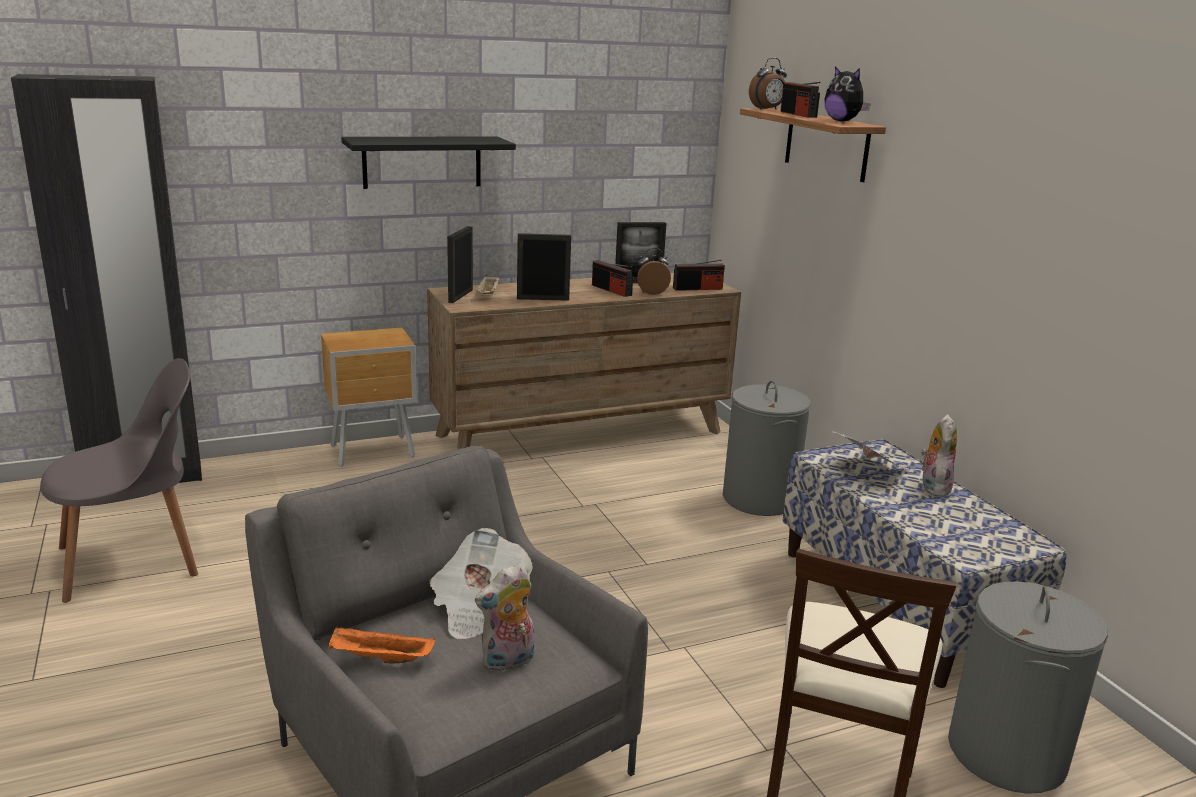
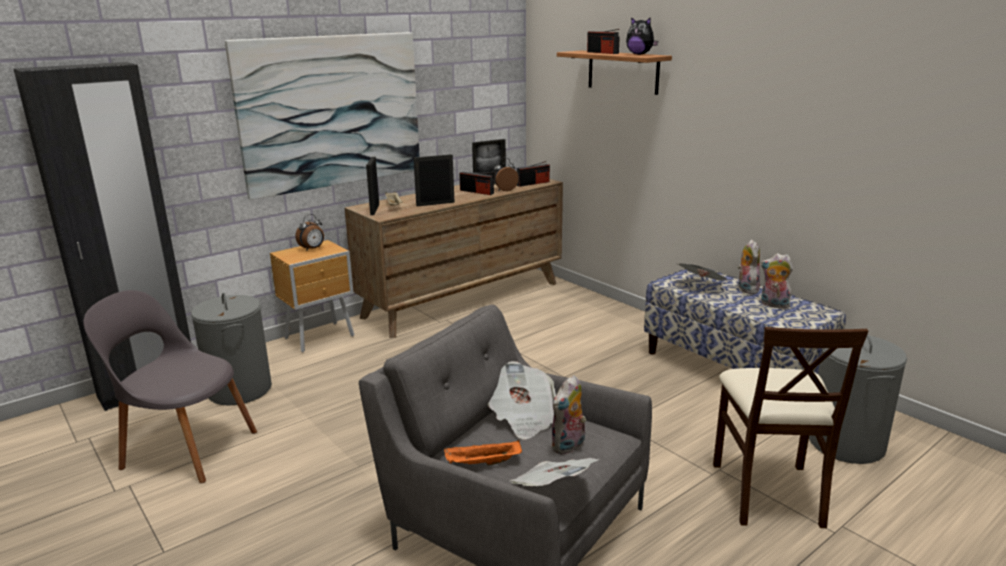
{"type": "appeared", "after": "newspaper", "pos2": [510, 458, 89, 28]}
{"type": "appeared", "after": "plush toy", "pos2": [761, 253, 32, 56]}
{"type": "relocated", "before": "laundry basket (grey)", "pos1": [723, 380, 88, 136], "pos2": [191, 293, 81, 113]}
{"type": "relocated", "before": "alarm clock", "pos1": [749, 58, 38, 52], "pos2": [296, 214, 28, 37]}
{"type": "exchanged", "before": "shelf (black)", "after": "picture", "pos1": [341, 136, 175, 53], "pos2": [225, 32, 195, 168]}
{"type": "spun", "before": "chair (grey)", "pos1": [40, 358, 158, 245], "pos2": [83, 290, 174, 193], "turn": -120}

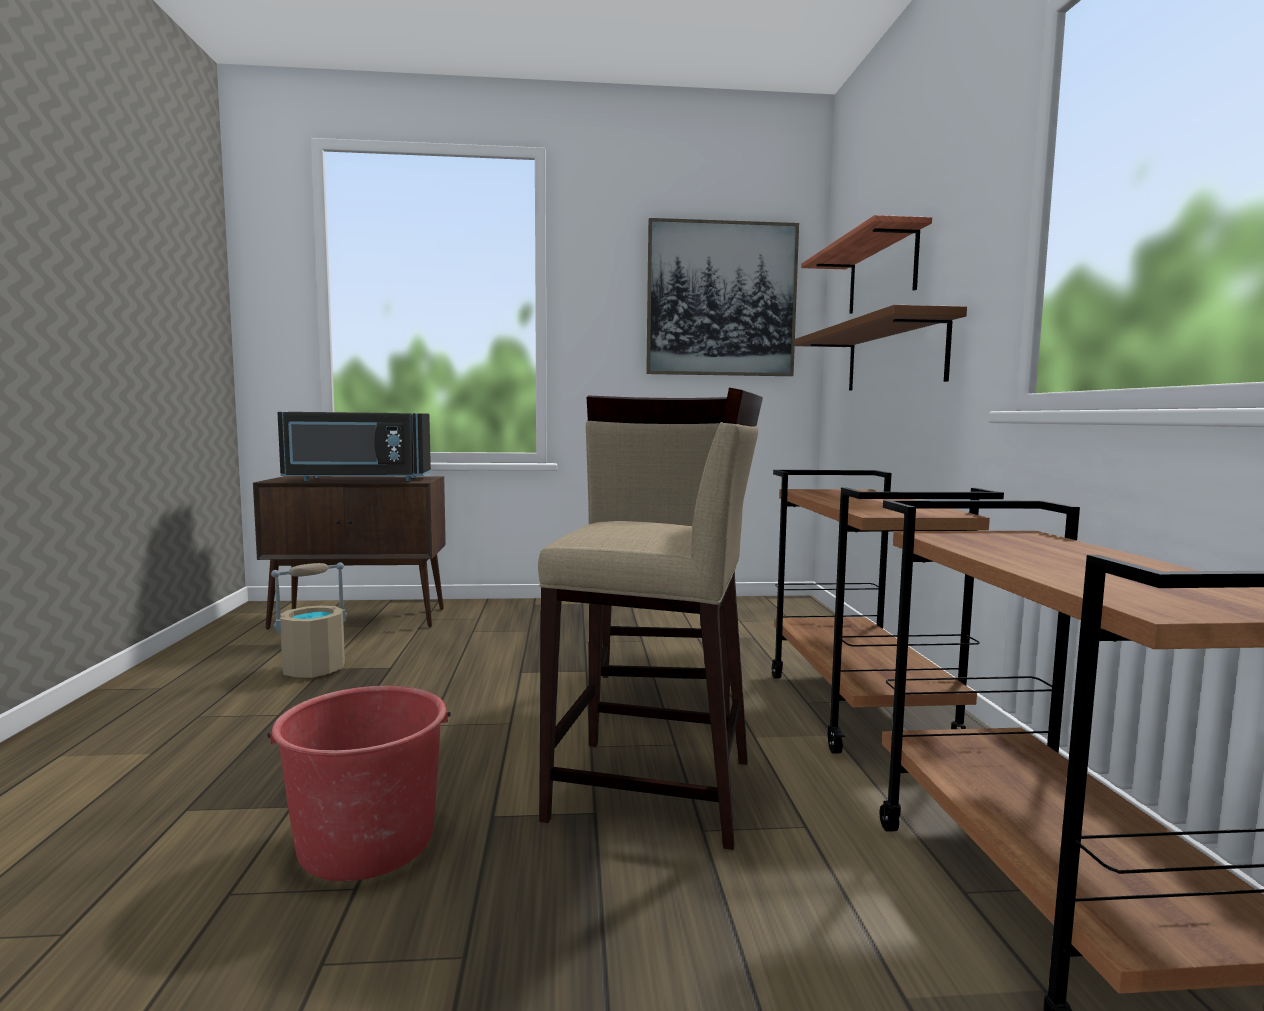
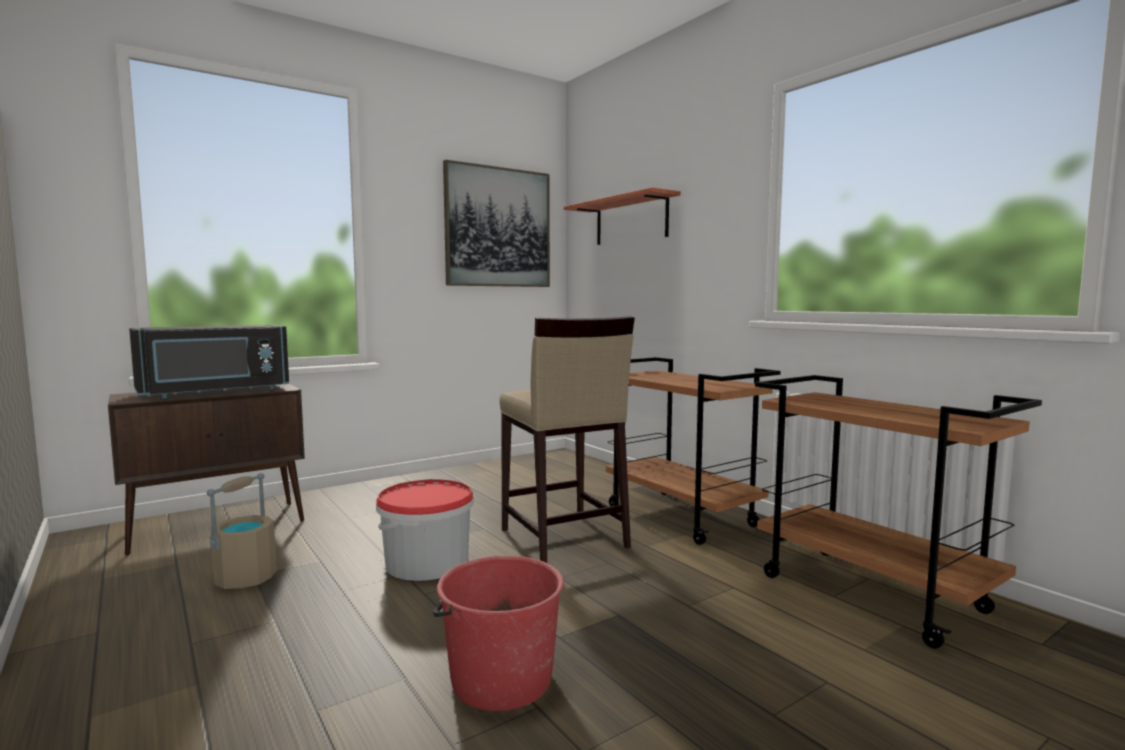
{"type": "missing", "before": "stool (beige)", "pos1": [538, 387, 225, 463]}
{"type": "missing", "before": "shelf (brown)", "pos1": [794, 305, 173, 86]}
{"type": "appeared", "after": "bucket", "pos2": [376, 479, 98, 102]}

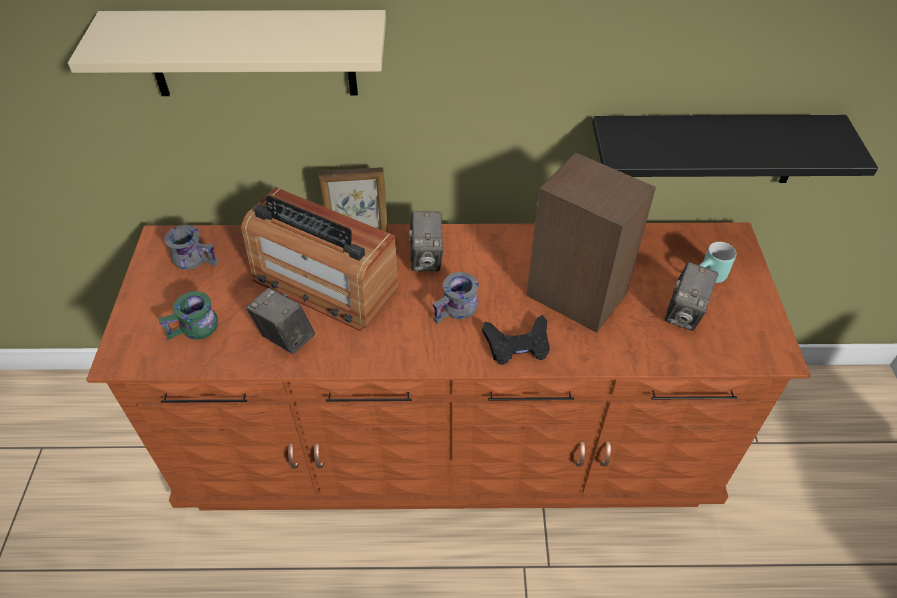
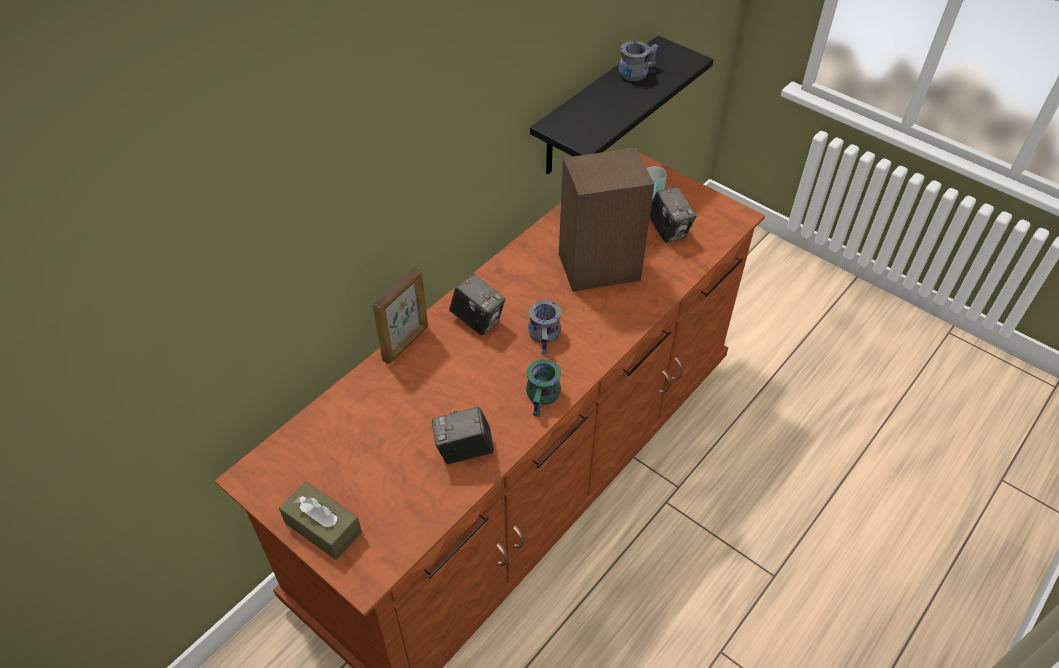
{"type": "missing", "before": "shelf (beige)", "pos1": [68, 10, 318, 86]}
{"type": "missing", "before": "radio", "pos1": [241, 187, 158, 144]}
{"type": "missing", "before": "game controller (black)", "pos1": [482, 315, 68, 50]}
{"type": "appeared", "after": "tissue box (brown)", "pos2": [279, 481, 83, 79]}
{"type": "relocated", "before": "mug (green)", "pos1": [158, 291, 60, 49], "pos2": [526, 359, 35, 58]}
{"type": "relocated", "before": "mug (grey)", "pos1": [164, 225, 55, 45], "pos2": [618, 41, 41, 40]}

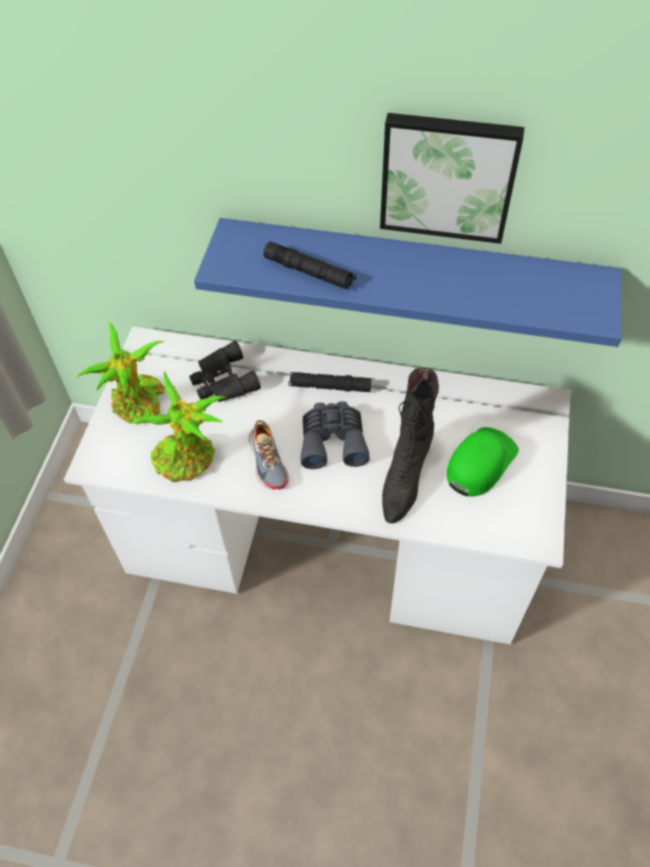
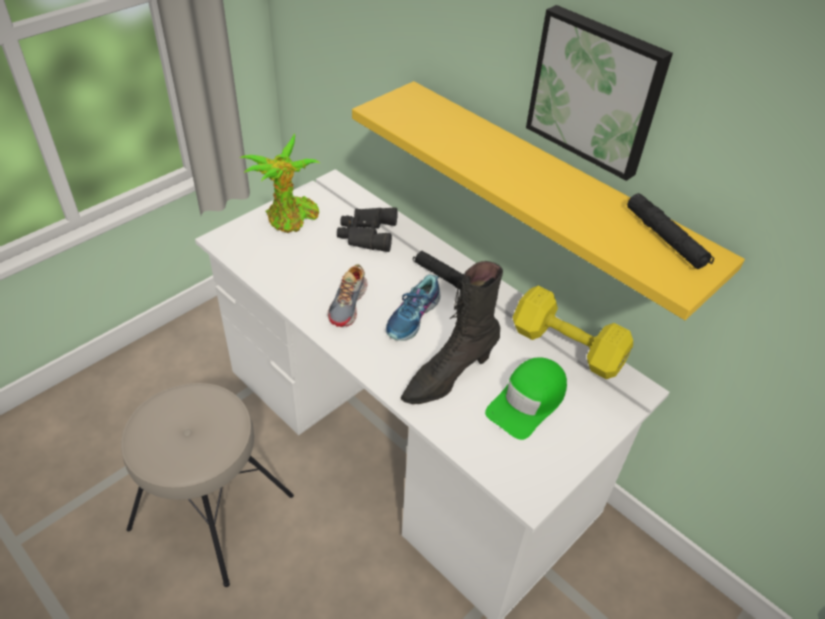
{"type": "missing", "before": "potted plant", "pos1": [131, 371, 96, 111]}
{"type": "appeared", "after": "stool (beige)", "pos2": [121, 383, 173, 204]}
{"type": "appeared", "after": "dumbbell (yellow)", "pos2": [512, 286, 121, 93]}
{"type": "relocated", "before": "flashlight (black)", "pos1": [263, 242, 93, 48], "pos2": [627, 193, 87, 76]}
{"type": "exchanged", "before": "binoculars (grey)", "after": "shoe", "pos1": [301, 401, 69, 68], "pos2": [386, 275, 54, 66]}
{"type": "colour", "before": "shelf (blue)", "after": "shelf (yellow)", "pos1": [194, 218, 428, 129], "pos2": [352, 81, 393, 239]}
{"type": "spun", "before": "cap (green)", "pos1": [446, 427, 73, 69], "pos2": [485, 357, 82, 83], "turn": 150}

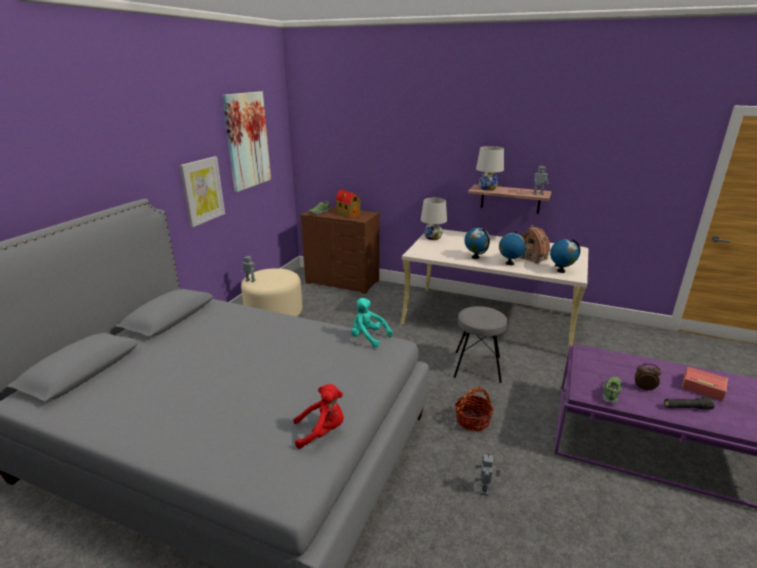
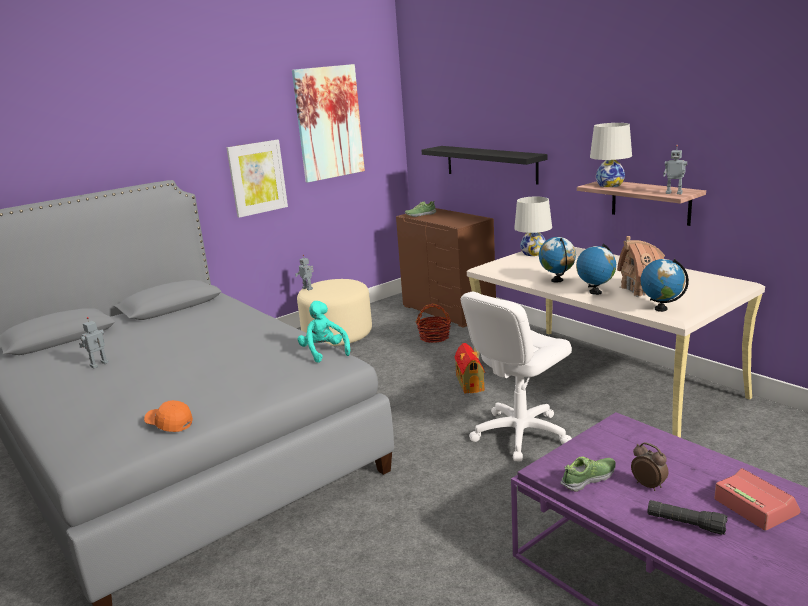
{"type": "appeared", "after": "shelf (black)", "pos2": [421, 146, 126, 39]}
{"type": "relocated", "before": "toy house", "pos1": [336, 189, 25, 29], "pos2": [454, 343, 31, 51]}
{"type": "relocated", "before": "basket", "pos1": [455, 387, 39, 44], "pos2": [416, 304, 35, 39]}
{"type": "relocated", "before": "toy robot", "pos1": [474, 454, 26, 42], "pos2": [79, 317, 30, 51]}
{"type": "exchanged", "before": "plush toy (red)", "after": "cap (orange)", "pos1": [293, 384, 51, 65], "pos2": [144, 400, 49, 32]}
{"type": "exchanged", "before": "stool (grey)", "after": "office chair (white)", "pos1": [454, 306, 53, 77], "pos2": [460, 292, 112, 170]}

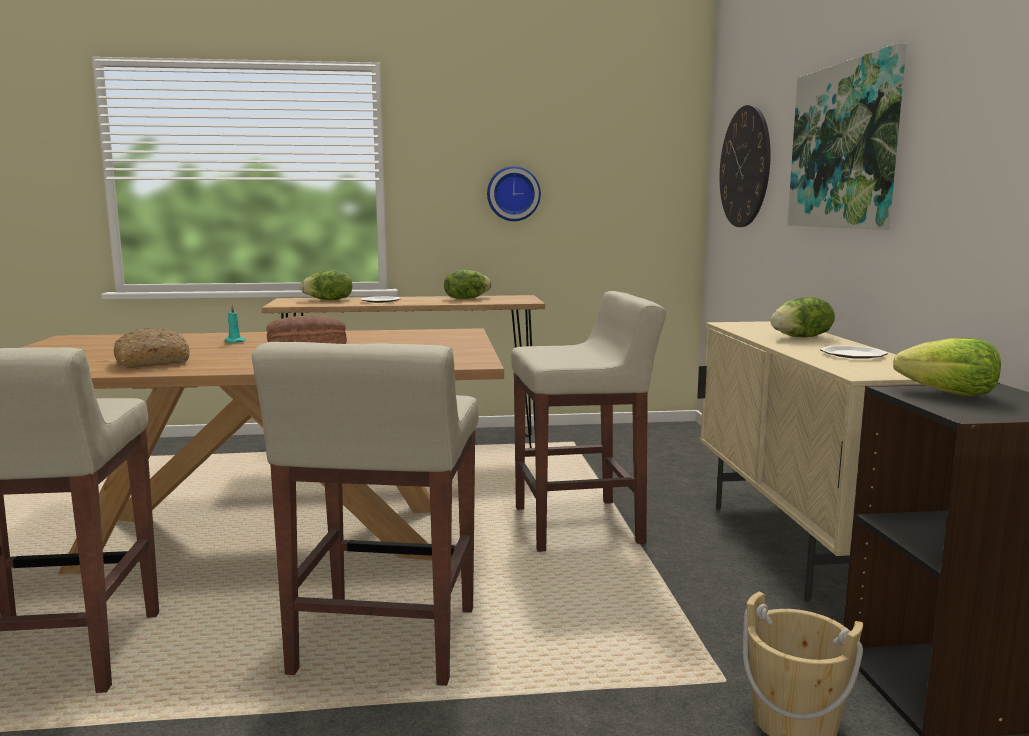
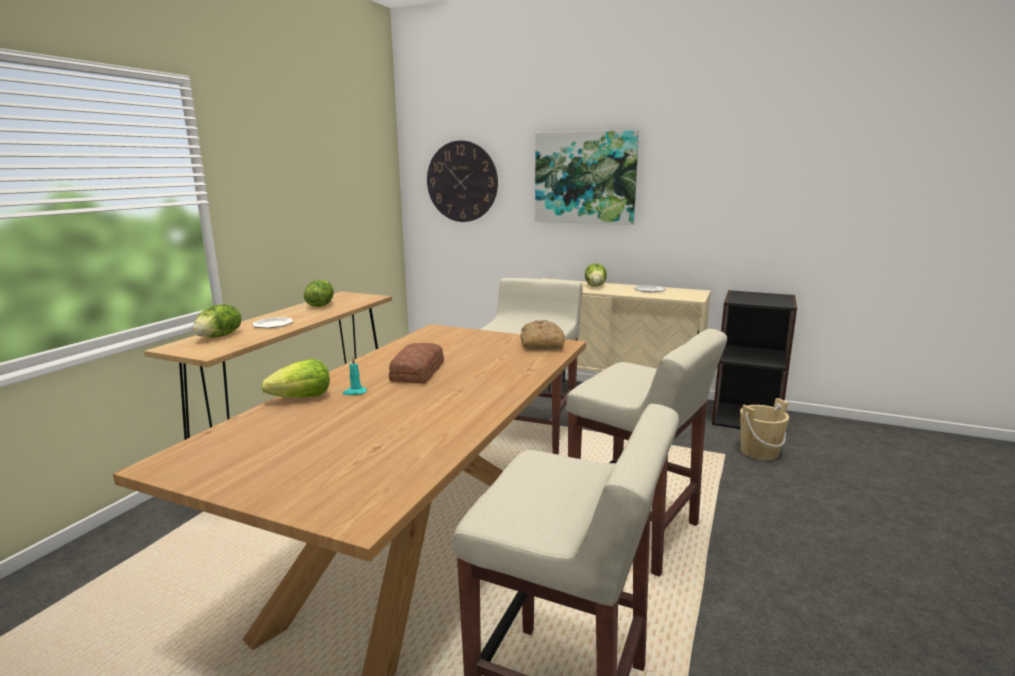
{"type": "missing", "before": "wall clock", "pos1": [487, 166, 54, 55]}
{"type": "relocated", "before": "bread", "pos1": [114, 328, 76, 40], "pos2": [520, 320, 45, 30]}
{"type": "relocated", "before": "lettuce", "pos1": [893, 338, 108, 58], "pos2": [261, 359, 69, 39]}

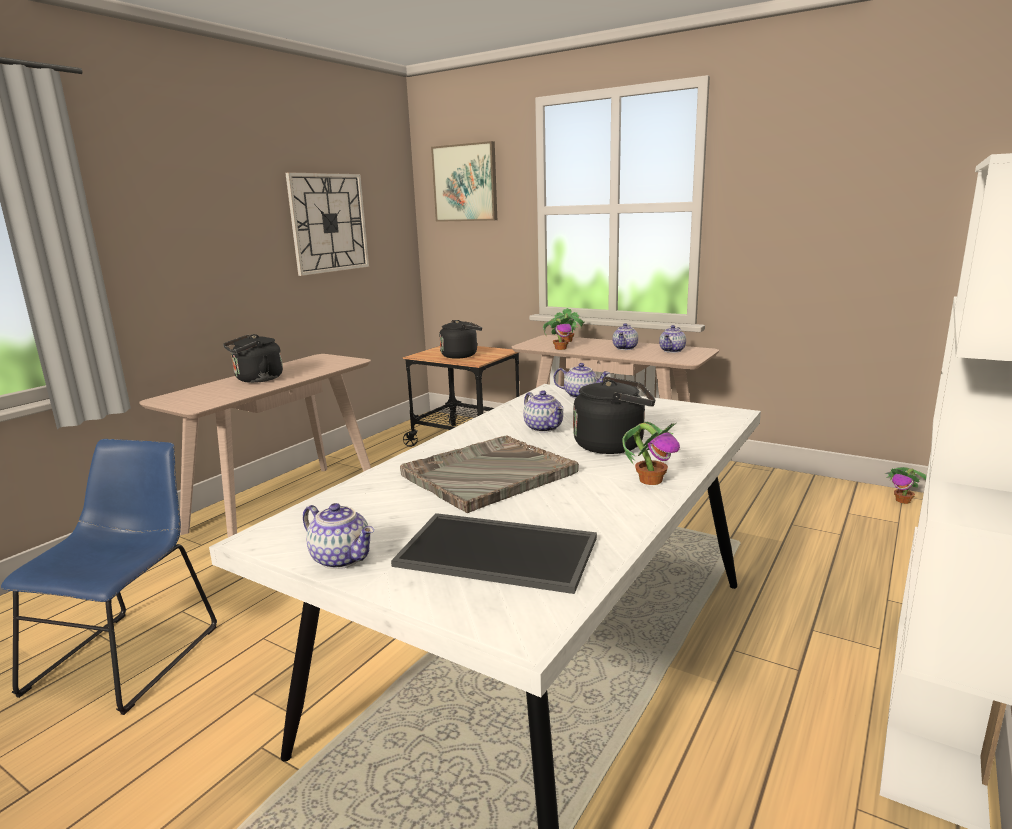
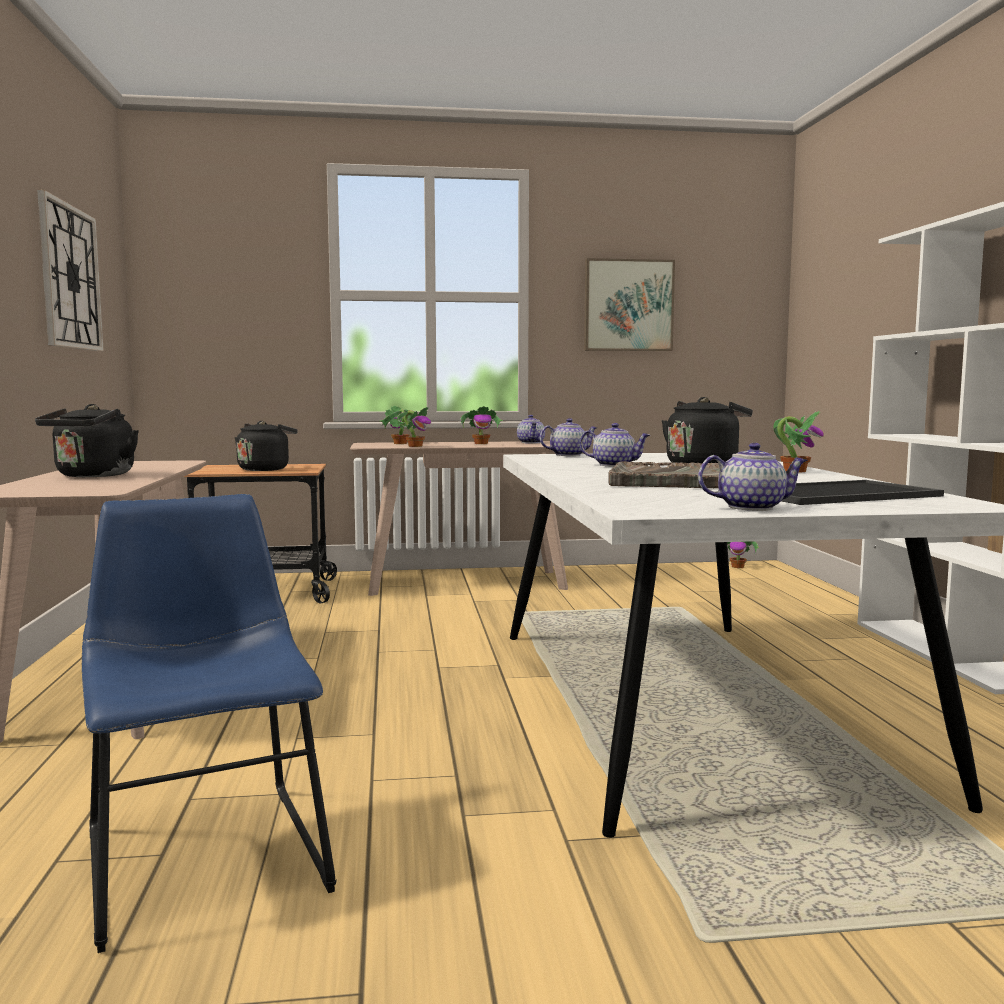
{"type": "relocated", "before": "picture", "pos1": [431, 141, 66, 81], "pos2": [584, 258, 91, 93]}
{"type": "exchanged", "before": "teapot", "after": "potted plant", "pos1": [612, 323, 26, 27], "pos2": [460, 406, 43, 38]}

